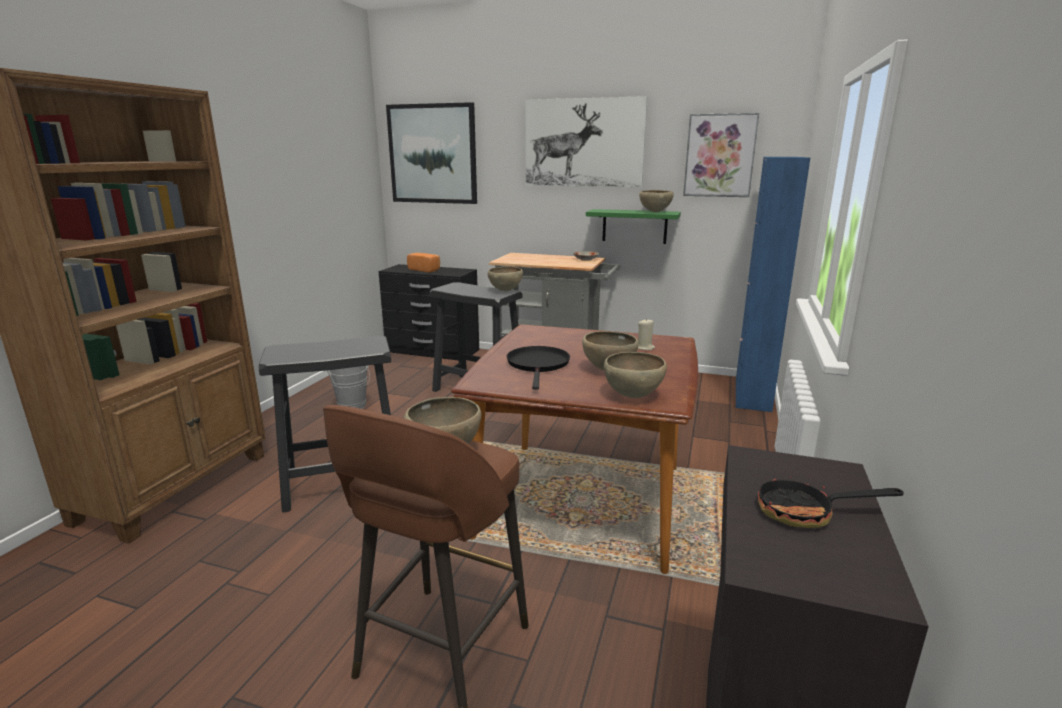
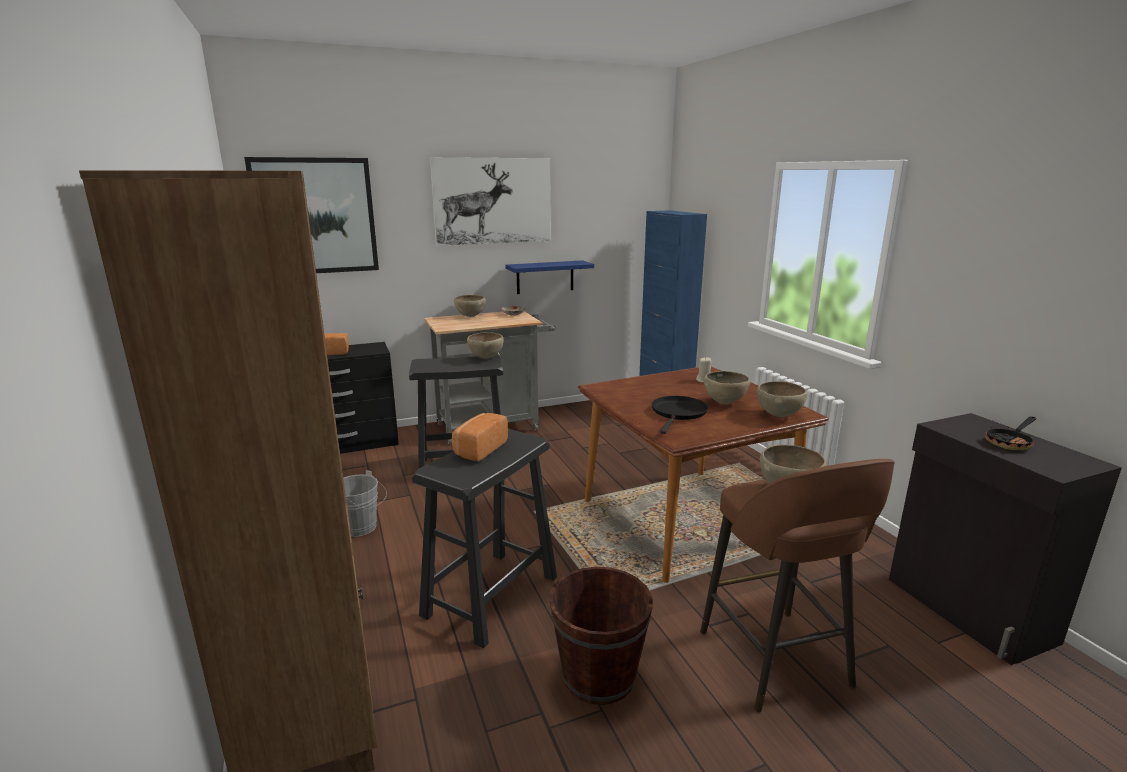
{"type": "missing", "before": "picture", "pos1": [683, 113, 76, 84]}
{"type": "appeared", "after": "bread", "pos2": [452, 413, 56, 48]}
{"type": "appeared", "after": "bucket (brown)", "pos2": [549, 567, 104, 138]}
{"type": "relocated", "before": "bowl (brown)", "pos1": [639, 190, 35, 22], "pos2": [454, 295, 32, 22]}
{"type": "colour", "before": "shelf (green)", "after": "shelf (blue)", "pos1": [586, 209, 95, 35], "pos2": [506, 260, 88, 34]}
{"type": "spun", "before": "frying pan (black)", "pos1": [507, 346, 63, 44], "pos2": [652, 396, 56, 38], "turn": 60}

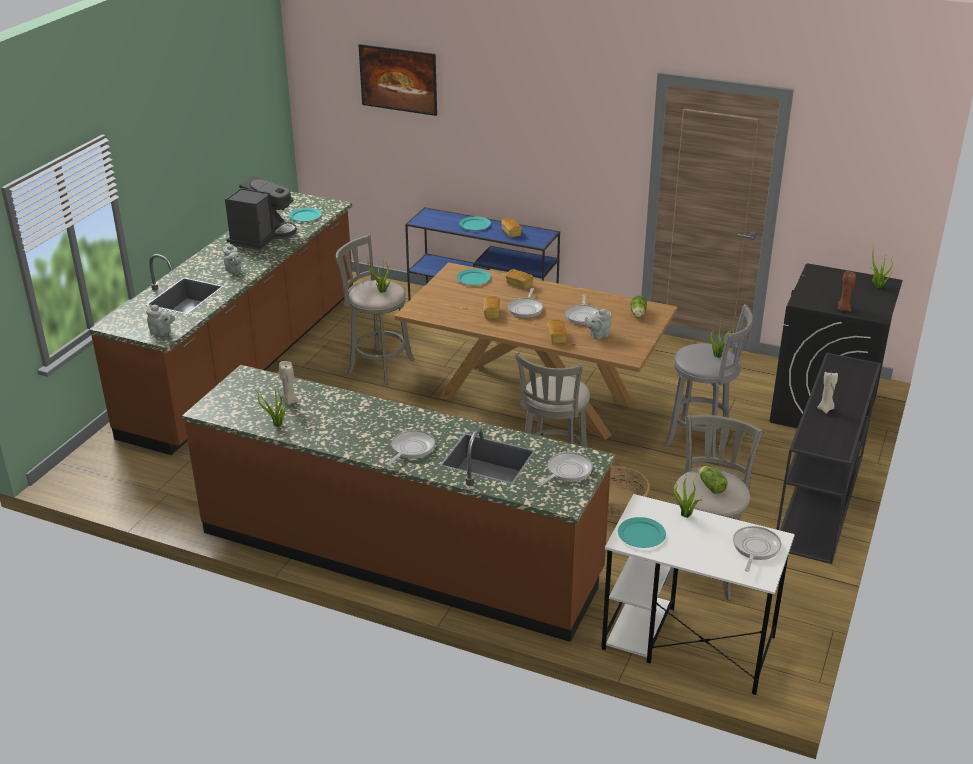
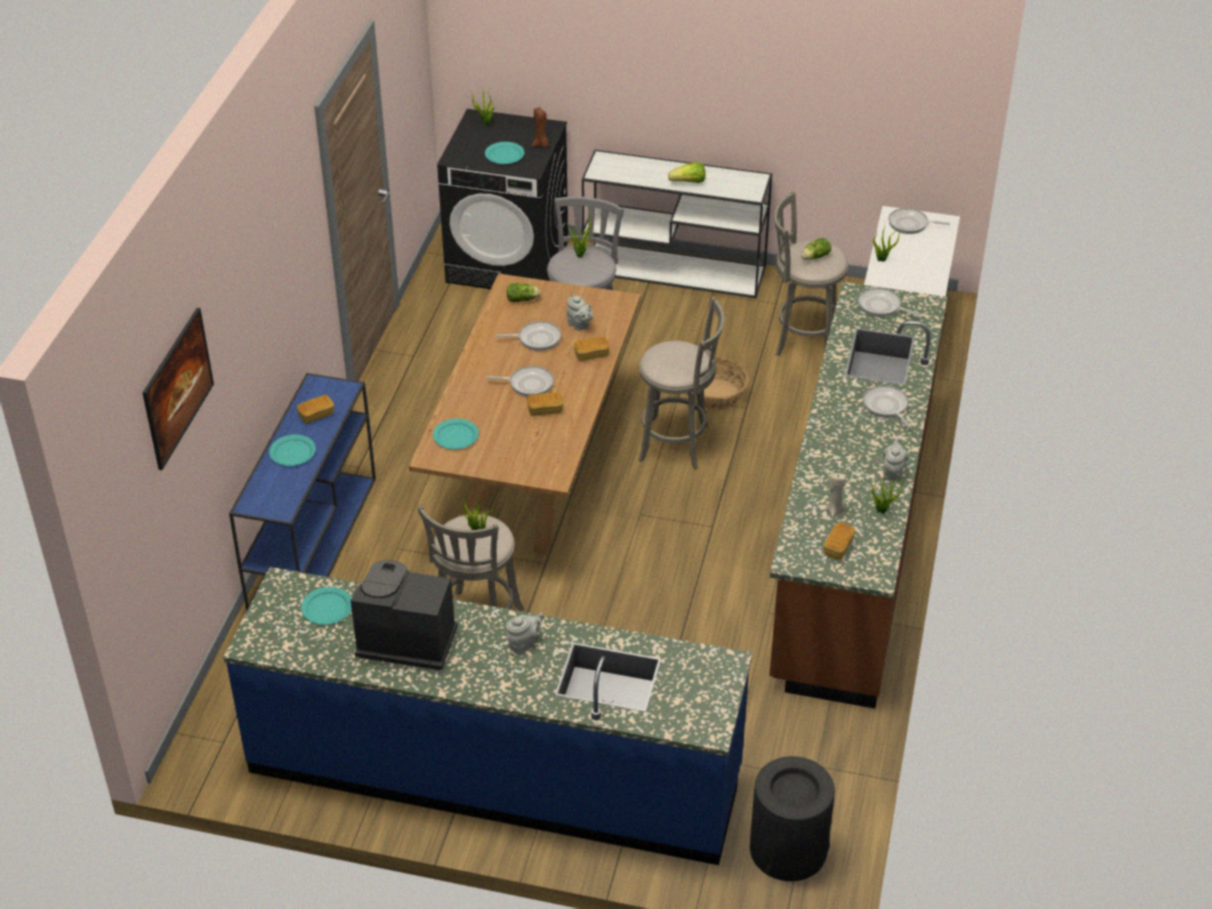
{"type": "appeared", "after": "trash can (black)", "pos2": [750, 756, 85, 125]}
{"type": "relocated", "before": "teapot (grey)", "pos1": [146, 304, 29, 32], "pos2": [882, 437, 27, 45]}
{"type": "relocated", "before": "bread", "pos1": [505, 269, 29, 20], "pos2": [824, 523, 31, 37]}
{"type": "relocated", "before": "plate (turquoise)", "pos1": [618, 517, 48, 31], "pos2": [485, 142, 39, 22]}
{"type": "exchanged", "before": "candle (beige)", "after": "lettuce", "pos1": [817, 372, 21, 42], "pos2": [668, 162, 38, 21]}
{"type": "colour", "before": "counter (brown)", "after": "counter (blue)", "pos1": [89, 192, 264, 263], "pos2": [223, 567, 530, 298]}
{"type": "colour", "before": "console table (black)", "after": "console table (white)", "pos1": [776, 353, 105, 211], "pos2": [582, 150, 190, 148]}
{"type": "spun", "before": "frying pan", "pos1": [386, 430, 49, 36], "pos2": [863, 385, 49, 43], "turn": 45}

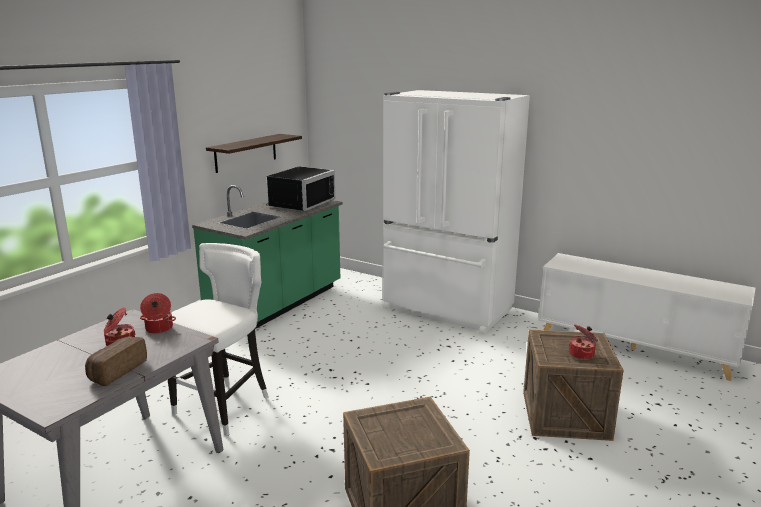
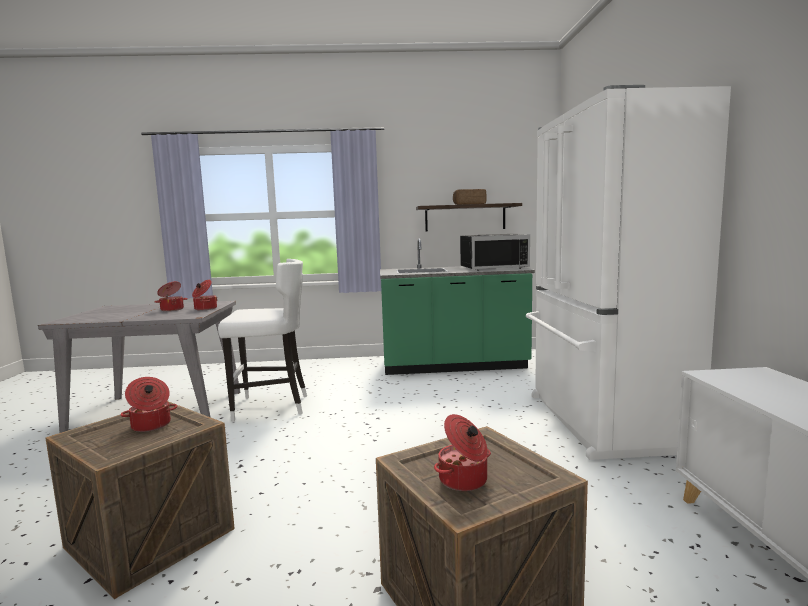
{"type": "appeared", "after": "cooking pot", "pos2": [120, 377, 58, 55]}
{"type": "relocated", "before": "bread", "pos1": [85, 336, 62, 50], "pos2": [453, 189, 34, 16]}

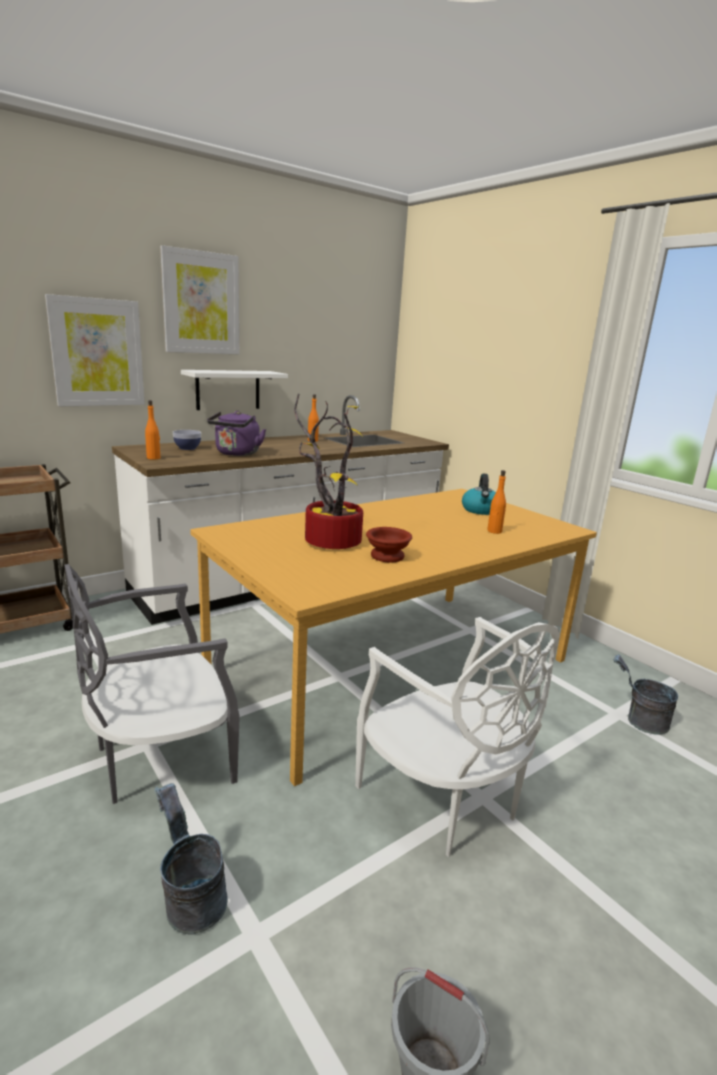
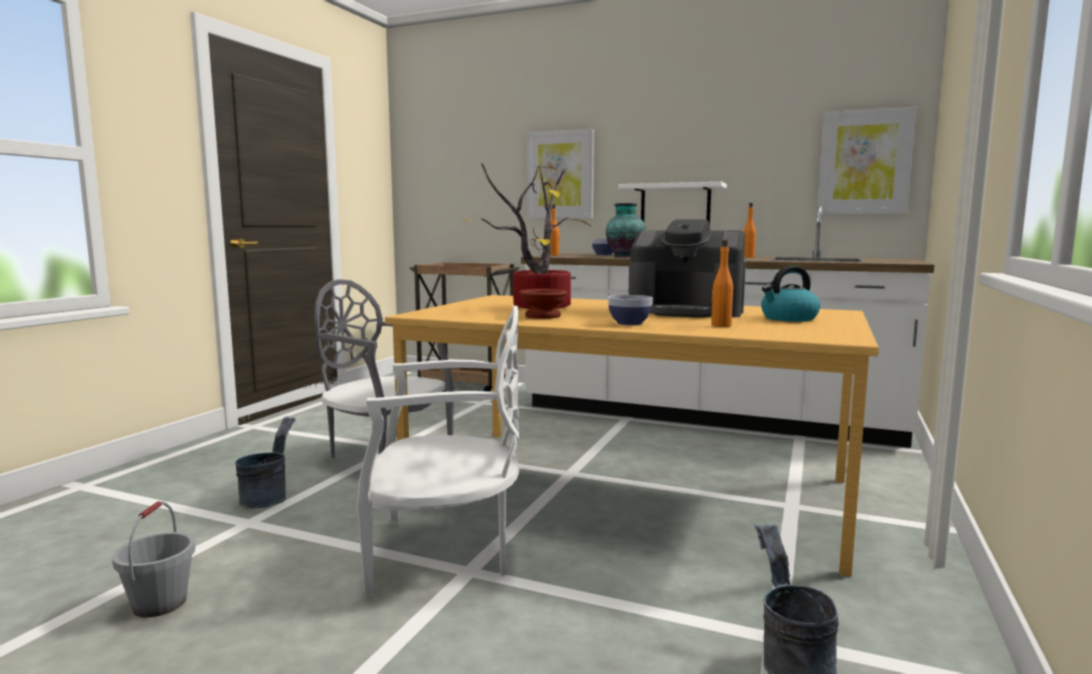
{"type": "appeared", "after": "bowl", "pos2": [608, 295, 45, 30]}
{"type": "appeared", "after": "coffee machine", "pos2": [629, 219, 117, 99]}
{"type": "relocated", "before": "picture", "pos1": [160, 245, 79, 109], "pos2": [818, 107, 98, 107]}
{"type": "exchanged", "before": "kettle (purple)", "after": "vase", "pos1": [207, 411, 59, 45], "pos2": [606, 203, 40, 54]}
{"type": "spun", "before": "chair (white)", "pos1": [355, 617, 205, 240], "pos2": [357, 306, 162, 291], "turn": -120}

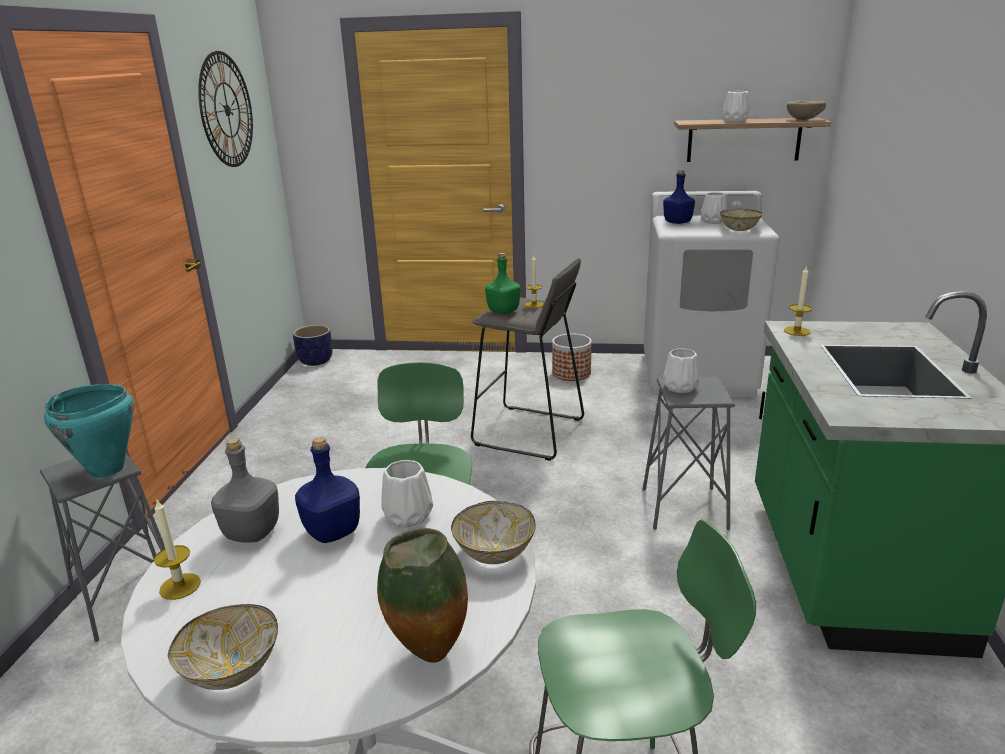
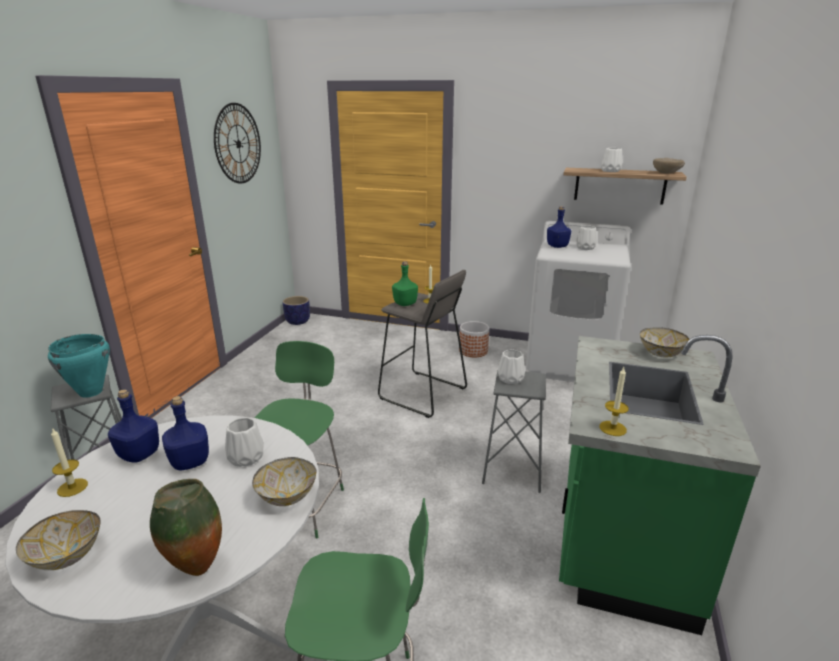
{"type": "relocated", "before": "bowl", "pos1": [720, 209, 42, 22], "pos2": [640, 327, 49, 31]}
{"type": "relocated", "before": "candle", "pos1": [784, 265, 28, 71], "pos2": [599, 367, 30, 69]}
{"type": "colour", "before": "bottle (grey)", "after": "bottle (blue)", "pos1": [211, 438, 68, 105], "pos2": [108, 389, 51, 73]}

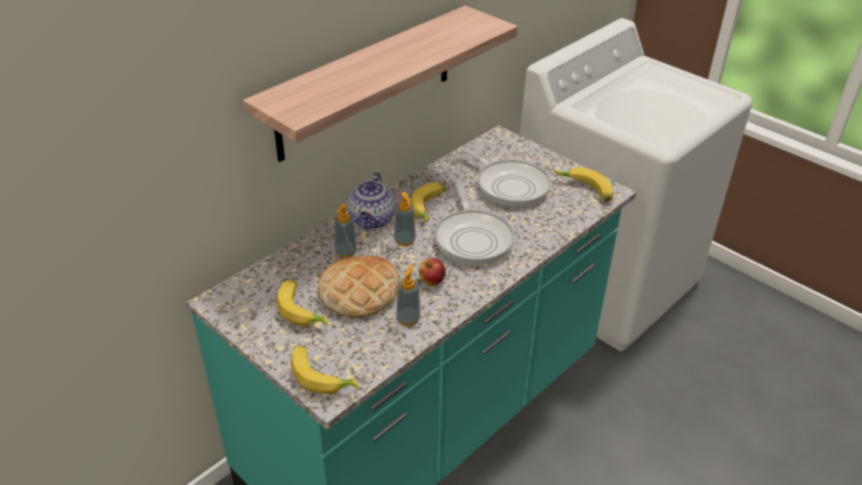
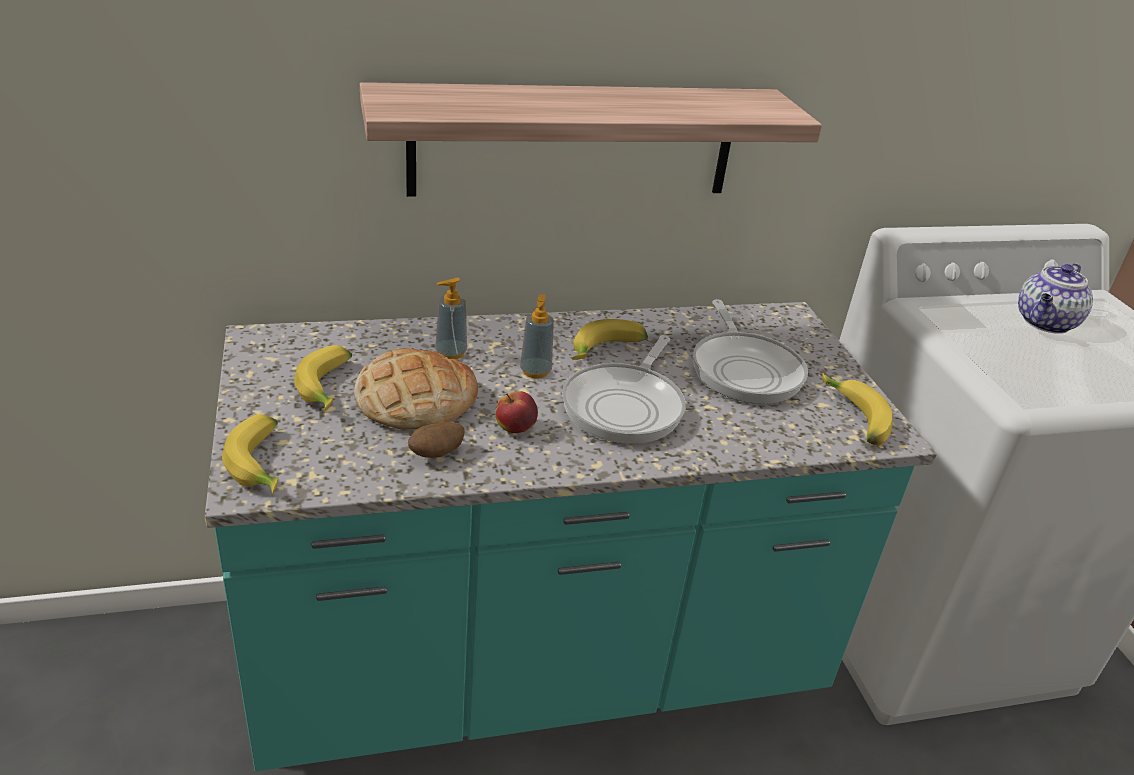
{"type": "relocated", "before": "teapot", "pos1": [348, 172, 48, 58], "pos2": [1018, 263, 75, 71]}
{"type": "exchanged", "before": "soap dispenser", "after": "potato", "pos1": [396, 264, 25, 62], "pos2": [408, 422, 56, 36]}

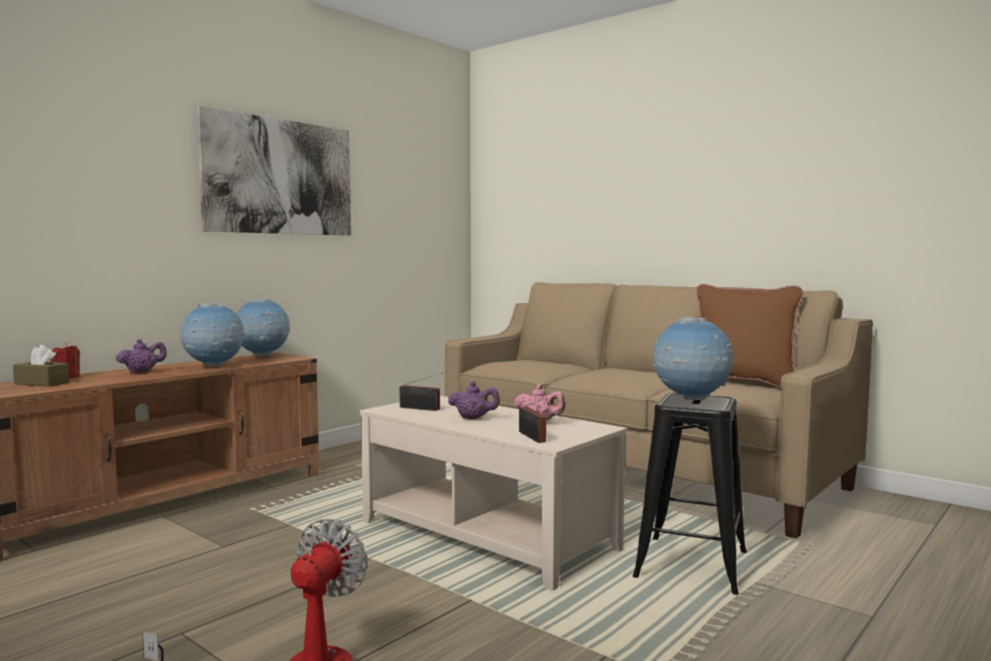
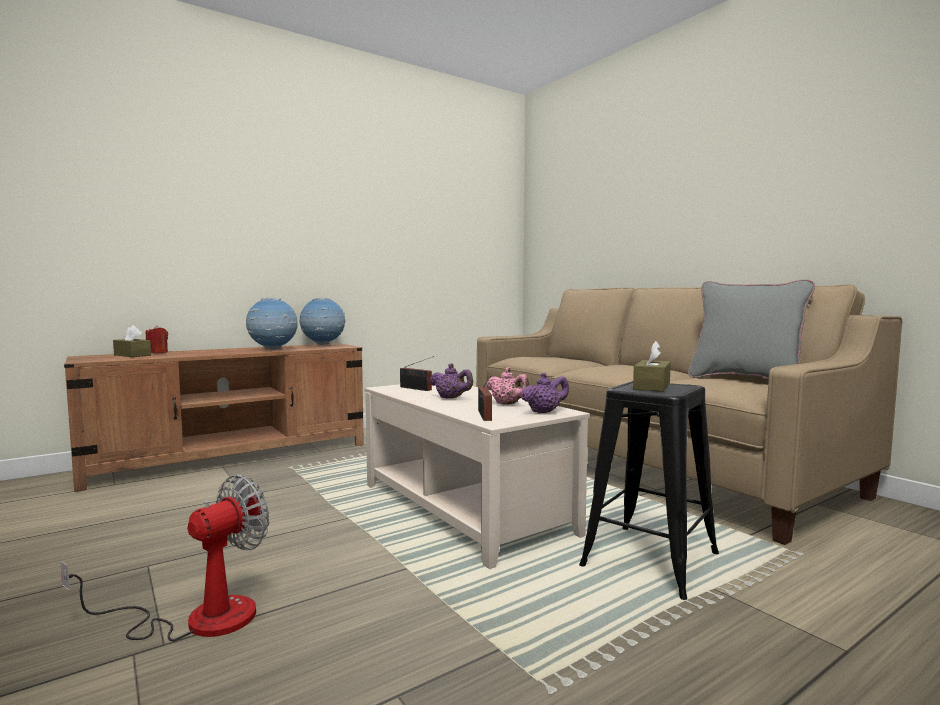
{"type": "missing", "before": "picture", "pos1": [197, 106, 154, 130]}
{"type": "relocated", "before": "teapot (purple)", "pos1": [116, 339, 51, 34], "pos2": [521, 373, 48, 40]}
{"type": "exchanged", "before": "globe", "after": "tissue box (brown)", "pos1": [653, 317, 81, 84], "pos2": [633, 341, 38, 51]}
{"type": "colour", "before": "pillow (brown)", "after": "pillow (grey)", "pos1": [697, 284, 106, 104], "pos2": [688, 279, 127, 101]}

